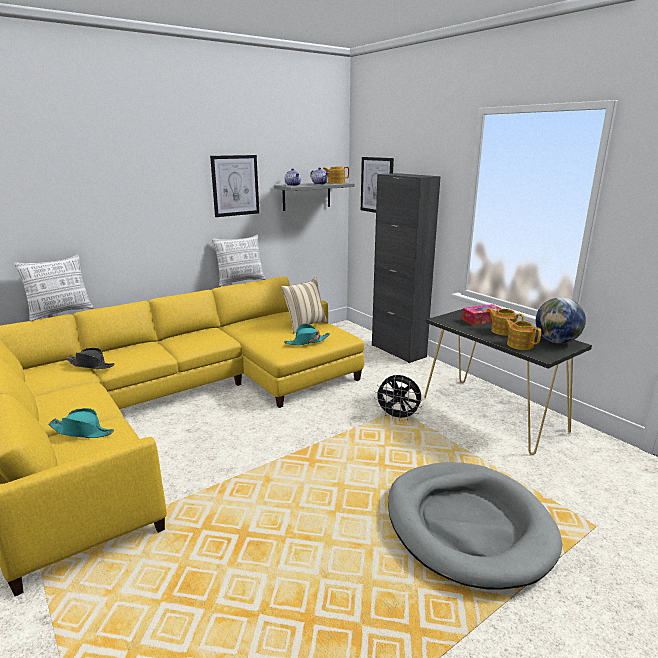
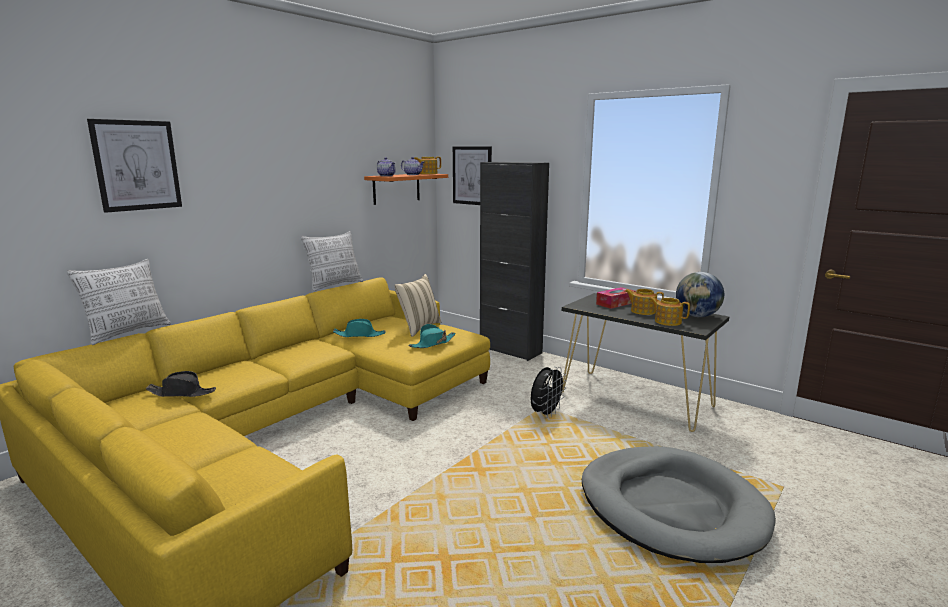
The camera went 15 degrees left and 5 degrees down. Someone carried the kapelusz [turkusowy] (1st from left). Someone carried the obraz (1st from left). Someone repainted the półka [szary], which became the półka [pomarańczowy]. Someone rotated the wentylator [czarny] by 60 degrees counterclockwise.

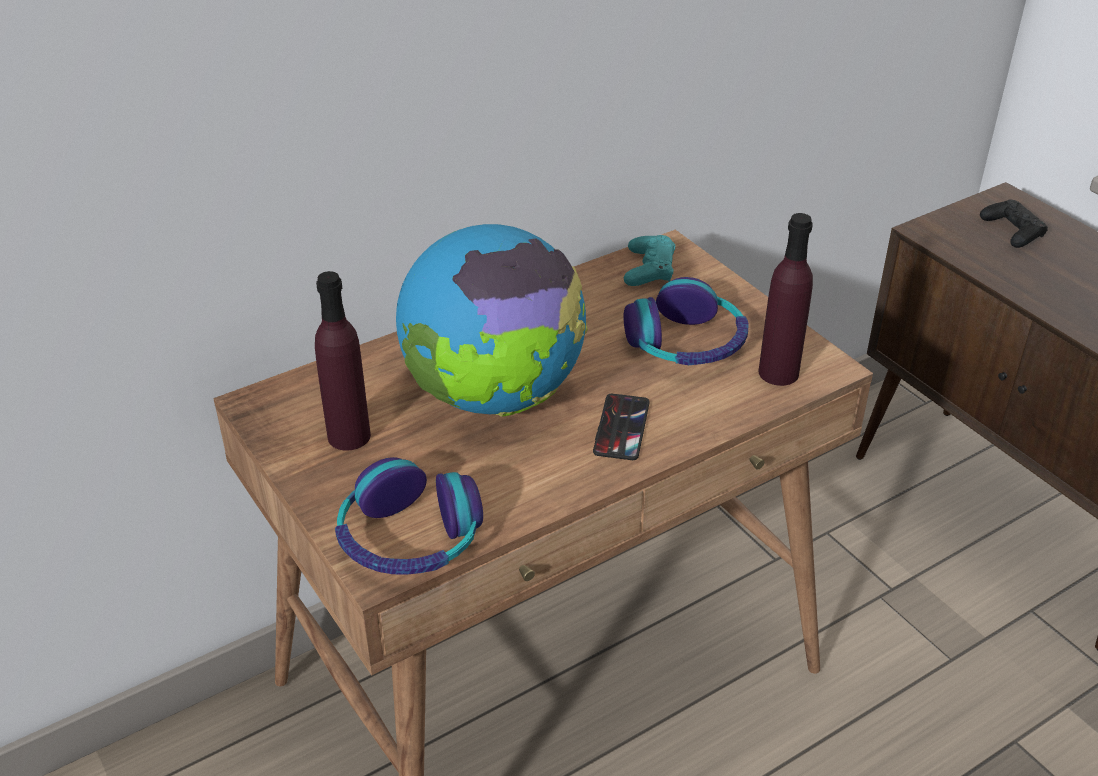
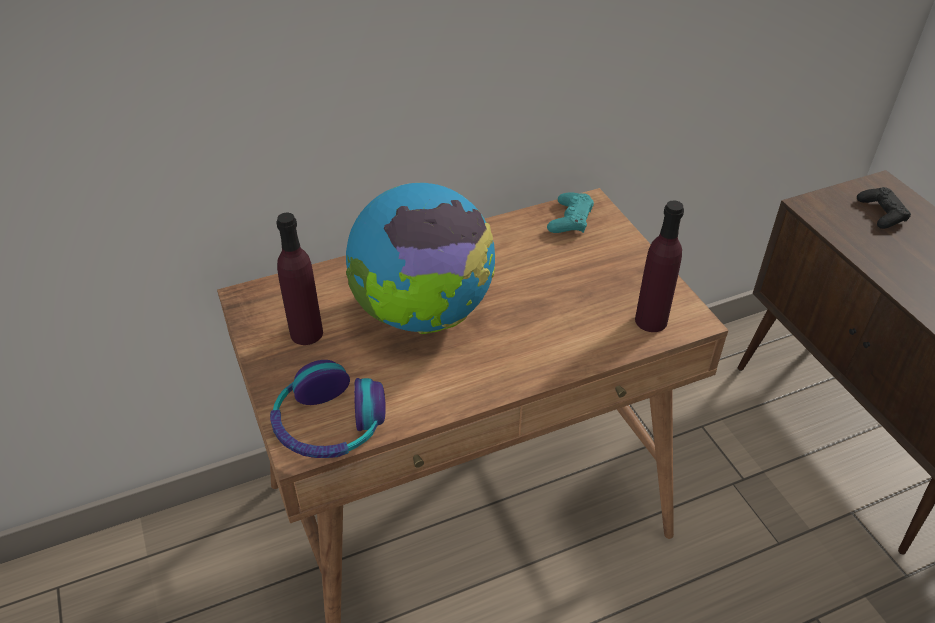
The camera went 10 degrees right and 5 degrees up. Someone took away the telefon. Someone took away the słuchawki (2nd from left).

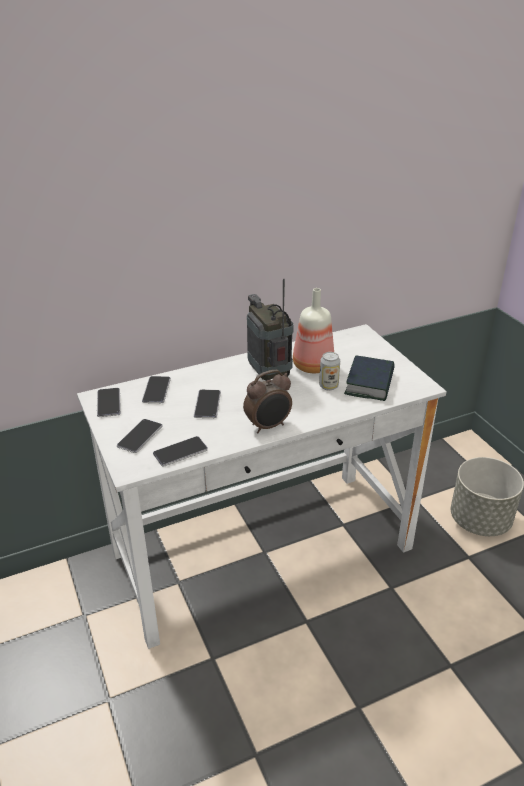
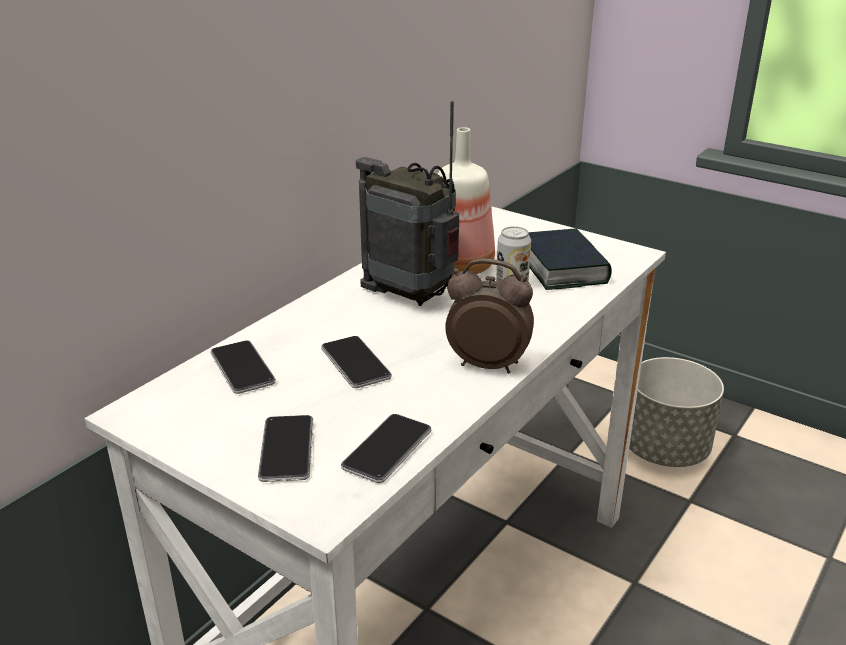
The camera went 30 degrees left and 5 degrees down. Someone took away the telefon (1st from left). Someone rotated the budzik by 105 degrees counterclockwise.

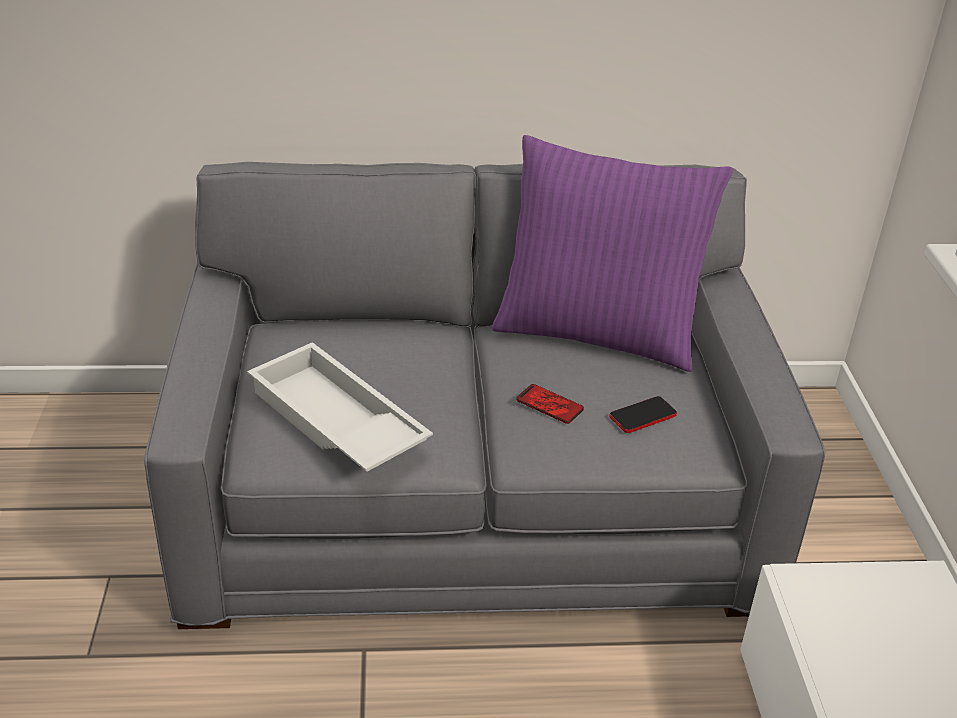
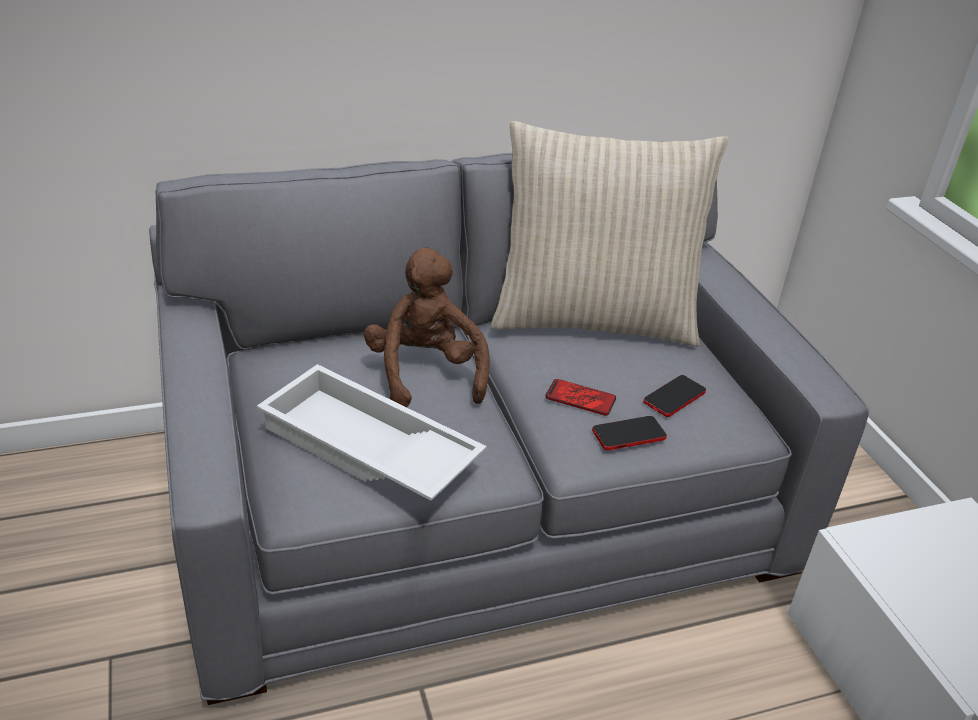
The camera went 15 degrees left and 0 degrees up. Someone repainted the poduszka [fioletowy], which became the poduszka [beżowy]. Someone put down the pluszak [brązowy]. Someone put down the telefon (2nd from left).

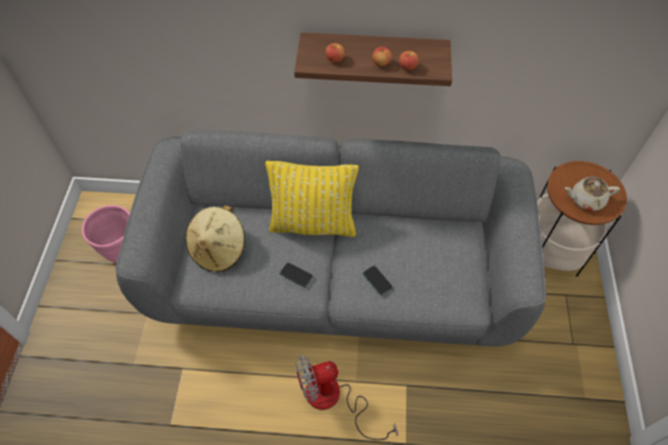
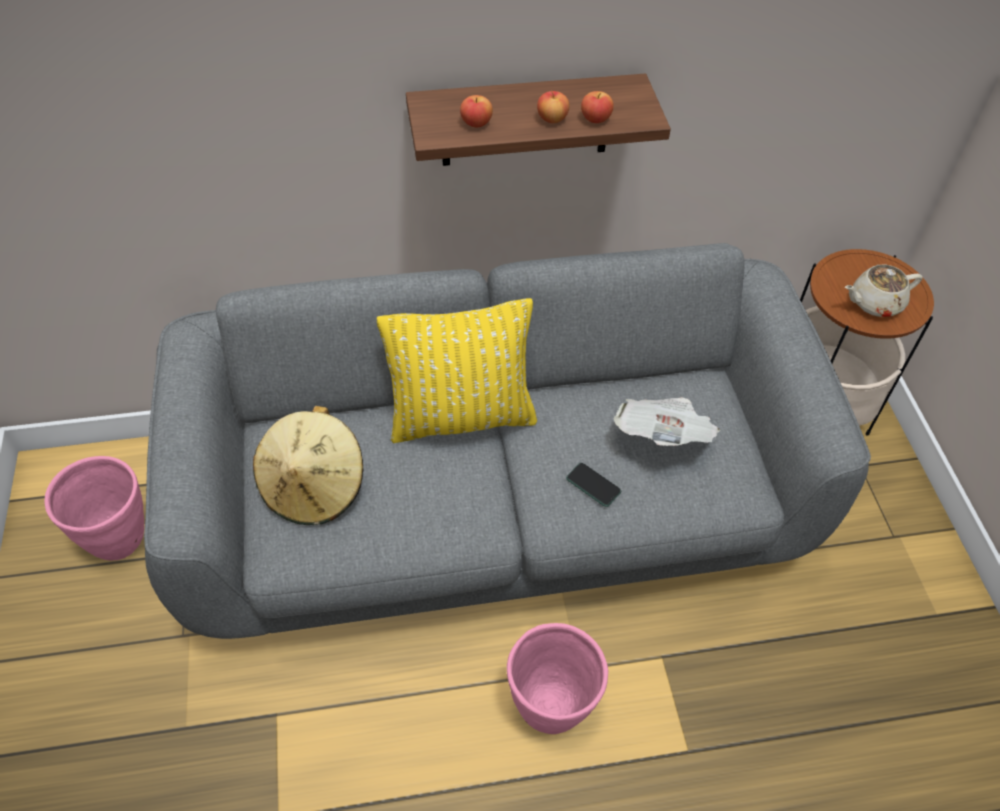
The camera went 15 degrees left and 5 degrees down. Someone took away the telefon (1st from left). Someone swapped the wentylator for the donica [różowy] (2nd from left). Someone put down the gazeta.

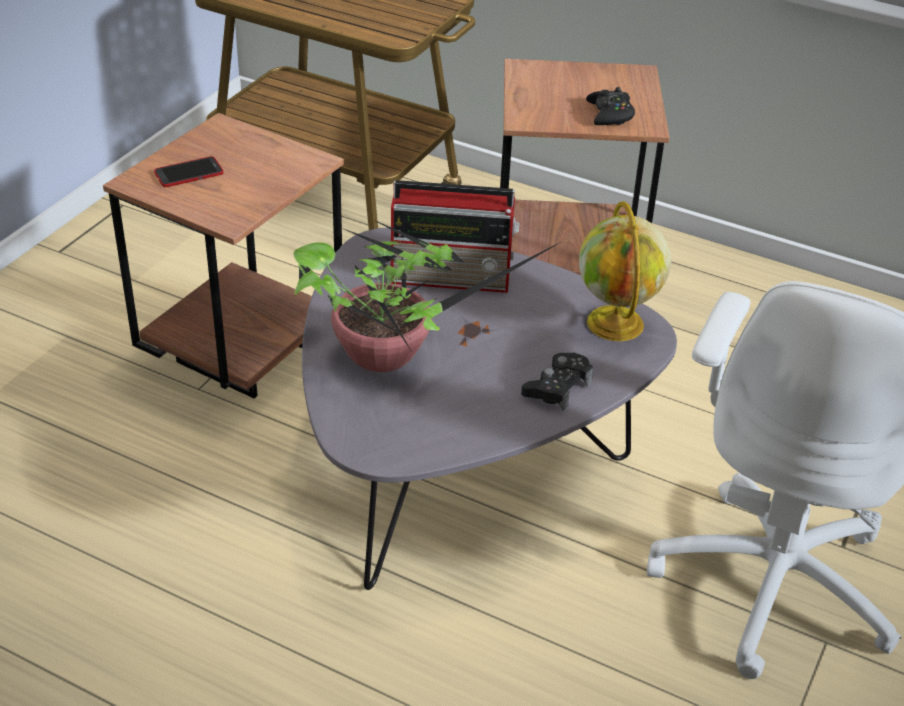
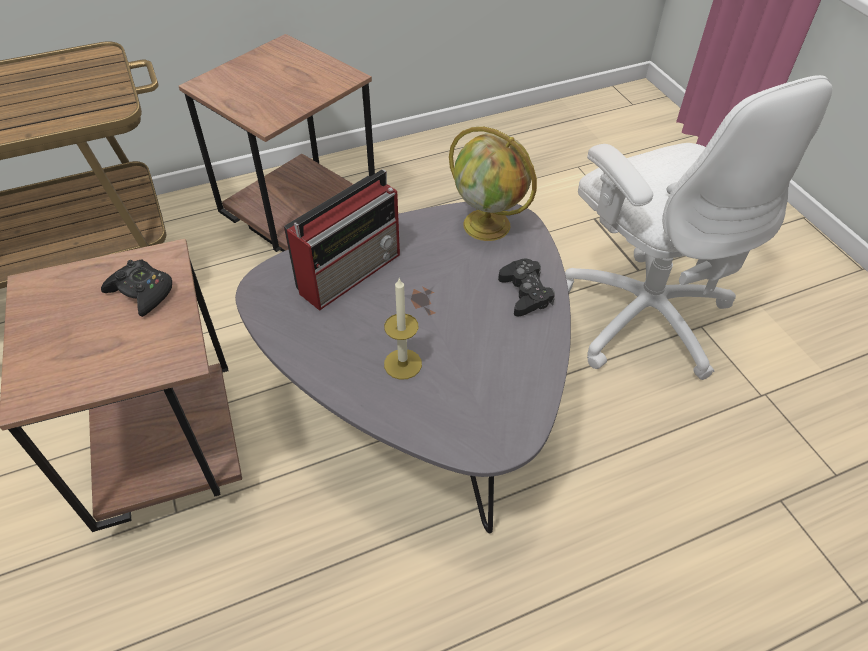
The camera went 50 degrees left and 10 degrees up. Someone took away the telefon. Someone swapped the roślina doniczkowa for the świeca. Someone carried the pad do gier [czarny] (2nd from left in the first image).

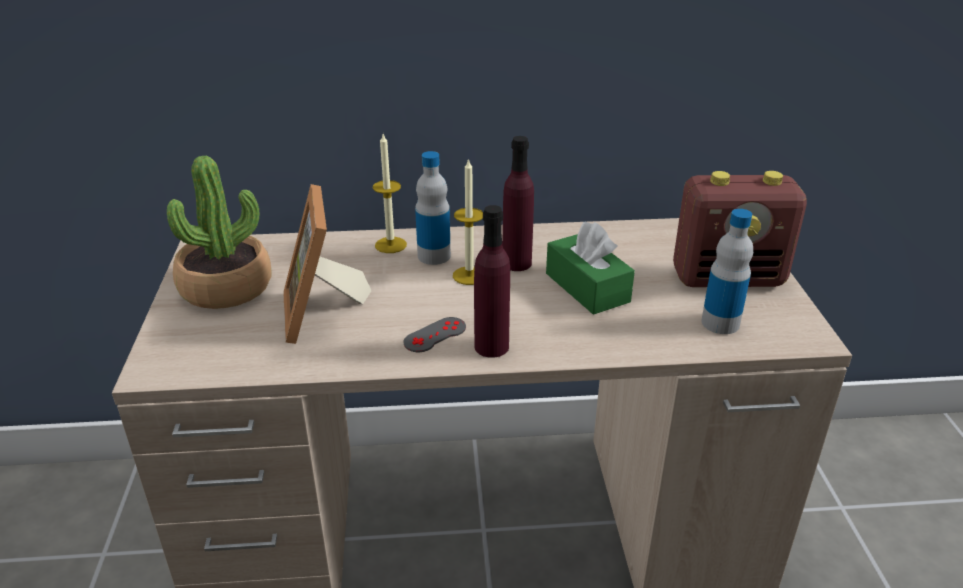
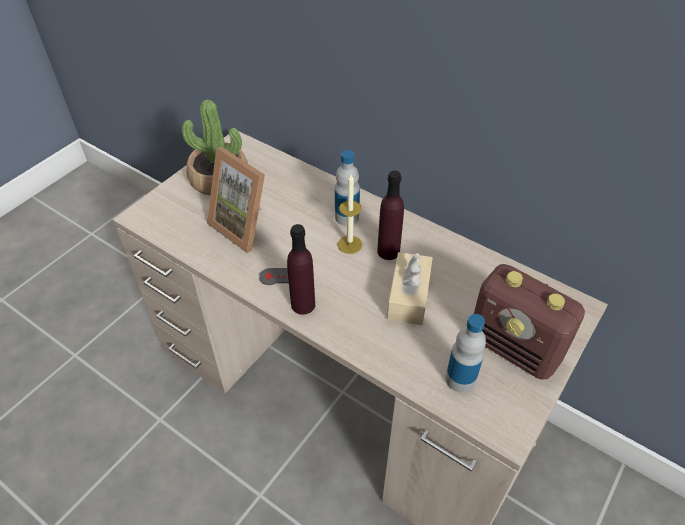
The camera went 40 degrees right and 15 degrees up. Someone rotated the ramka na zdjęcie by 75 degrees counterclockwise. Someone took away the świeca (1st from left). Someone repainted the pudełko chusteczek [zielony], which became the pudełko chusteczek [beżowy].

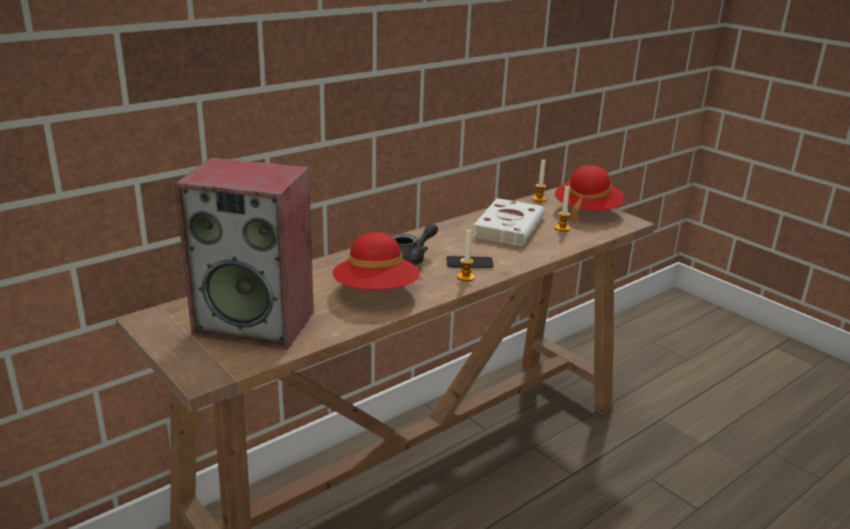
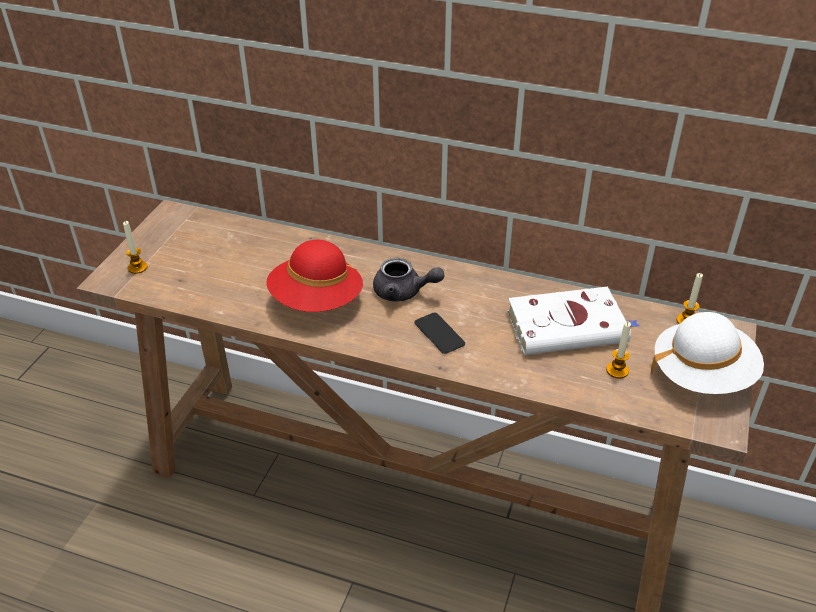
The camera went 60 degrees right and 15 degrees up. Someone took away the głośnik. Someone carried the świeca (1st from left). Someone repainted the kapelusz [czerwony] (2nd from left), which became the kapelusz [biały].

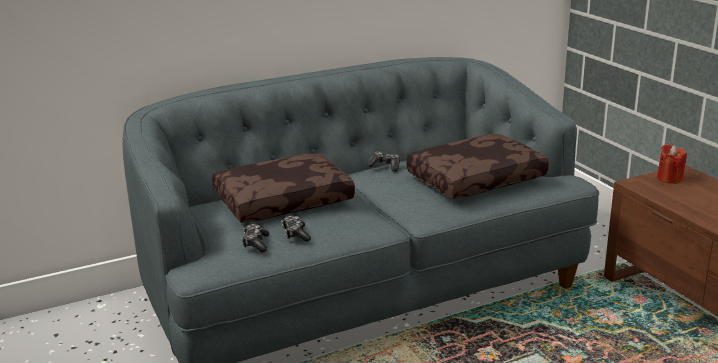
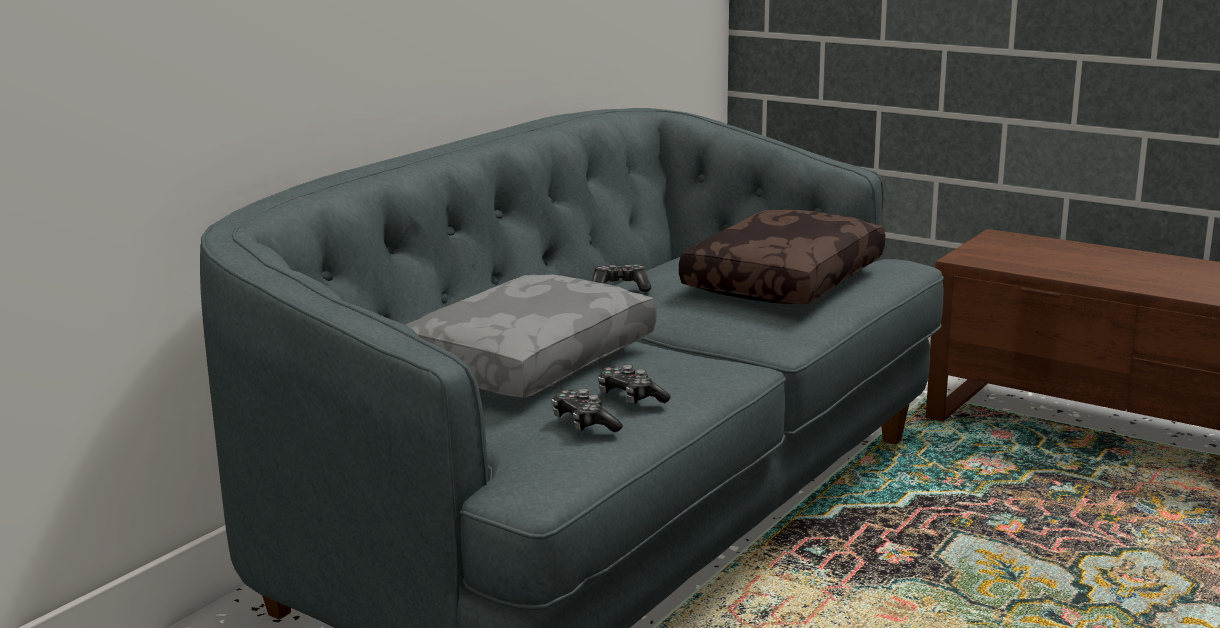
The camera went 30 degrees left and 5 degrees down. Someone repainted the poduszka [brązowy] (1st from left), which became the poduszka [szary]. Someone took away the świeca [czerwony].

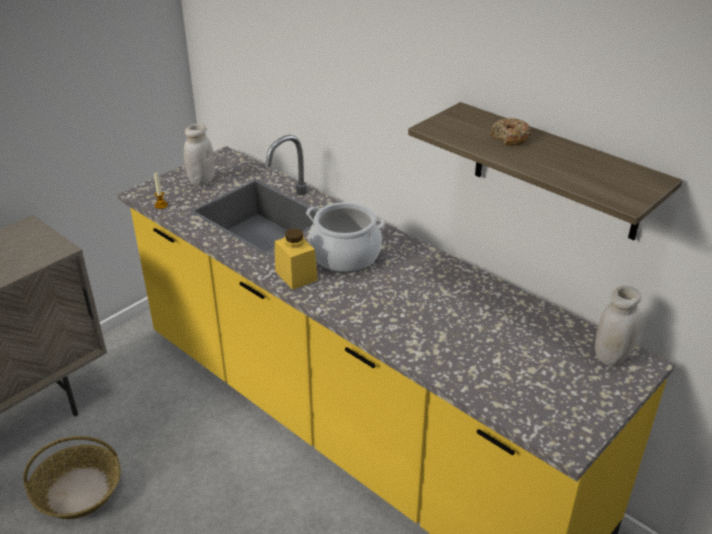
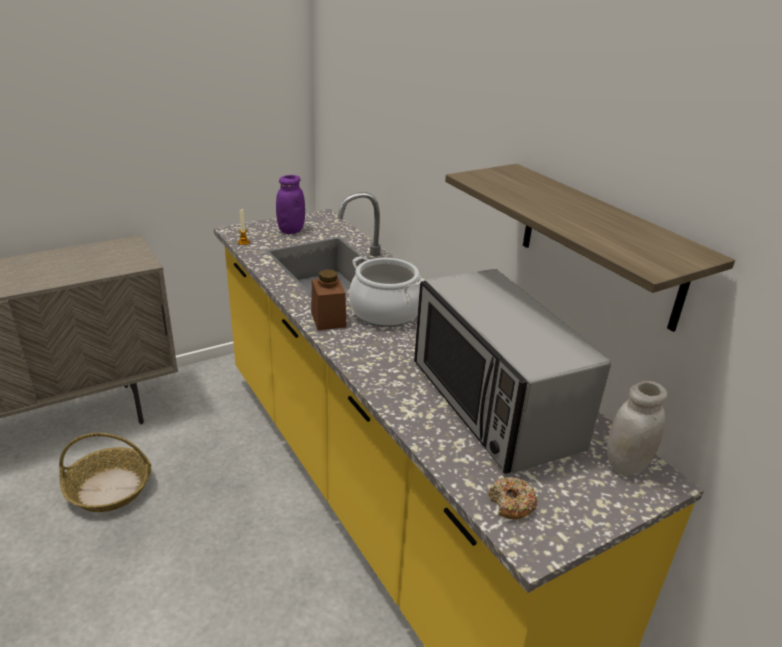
The camera went 15 degrees right and 5 degrees down. Someone repainted the słoik [biały] (1st from left), which became the słoik [fioletowy]. Someone repainted the słoik [żółty], which became the słoik [brązowy]. Someone carried the donut. Someone put down the mikrofalówka.

